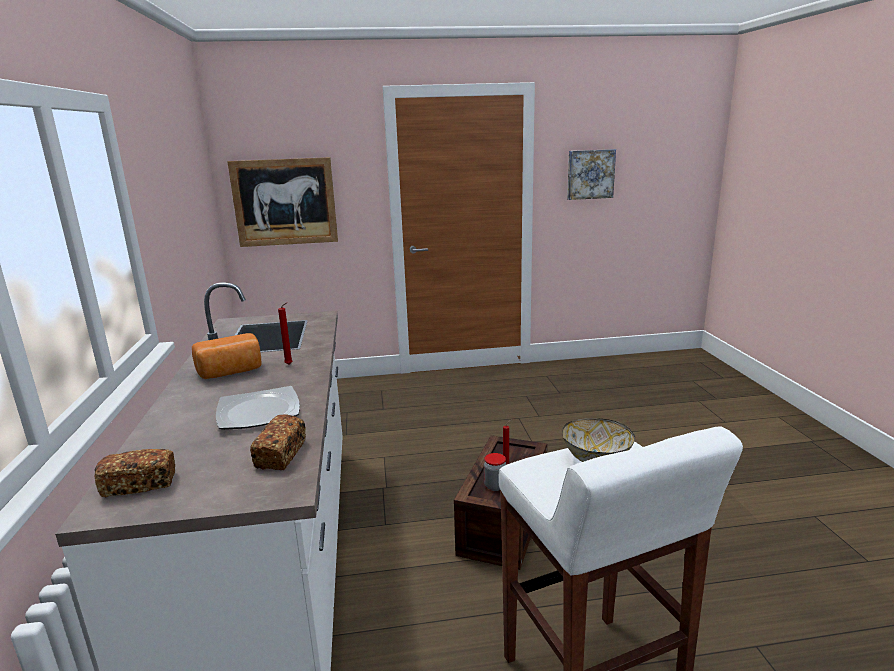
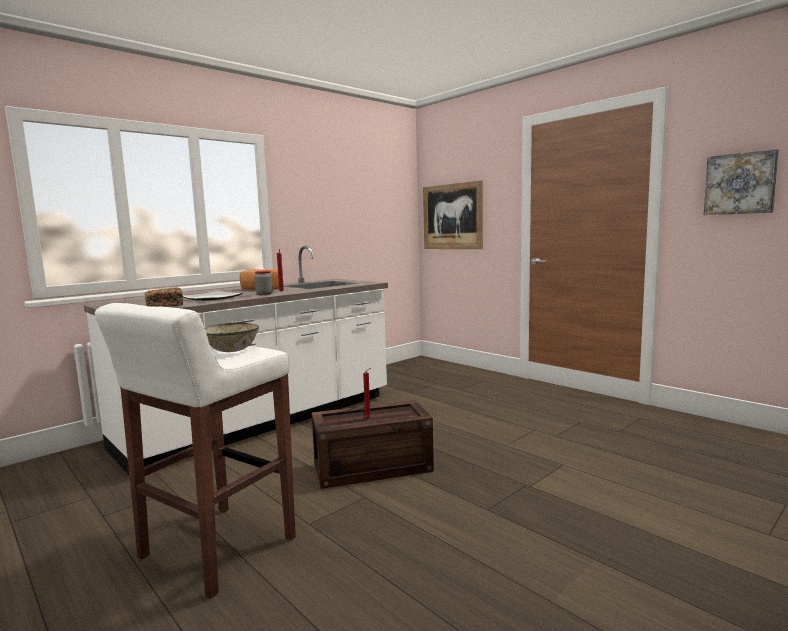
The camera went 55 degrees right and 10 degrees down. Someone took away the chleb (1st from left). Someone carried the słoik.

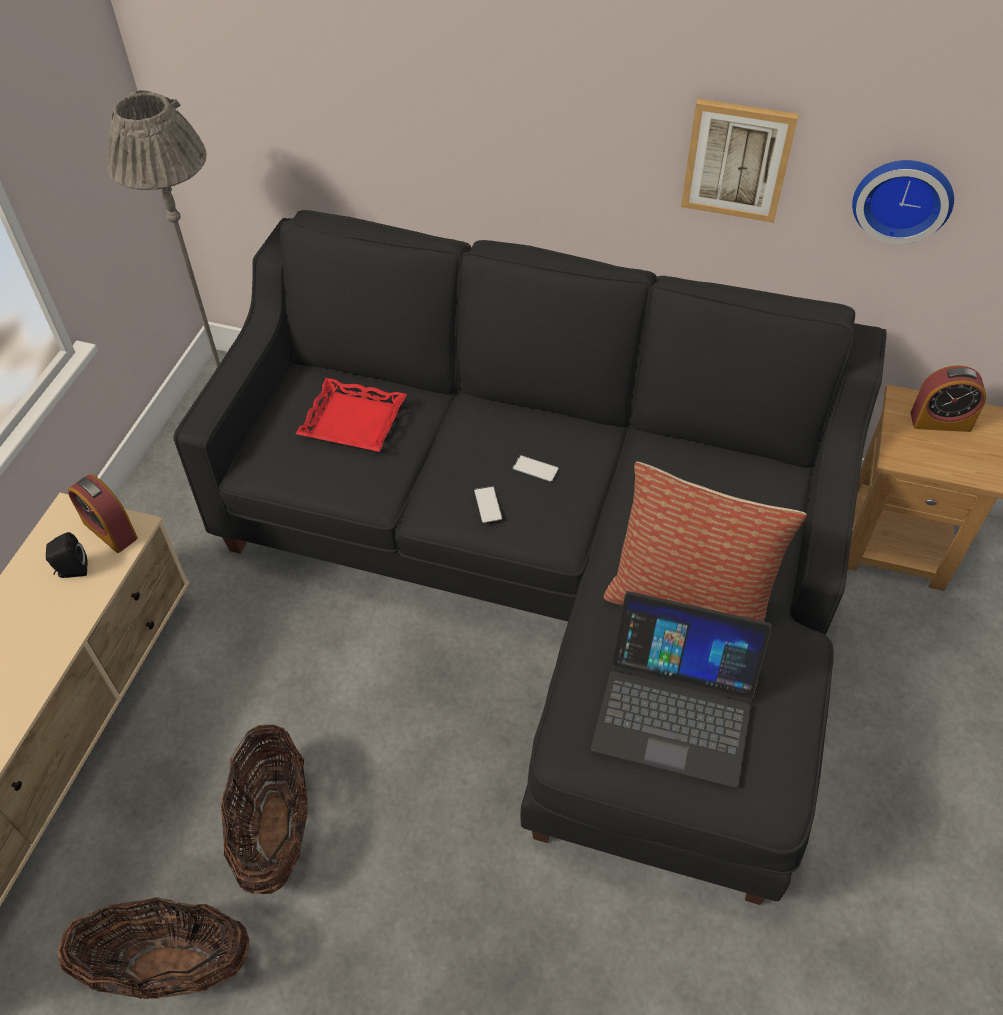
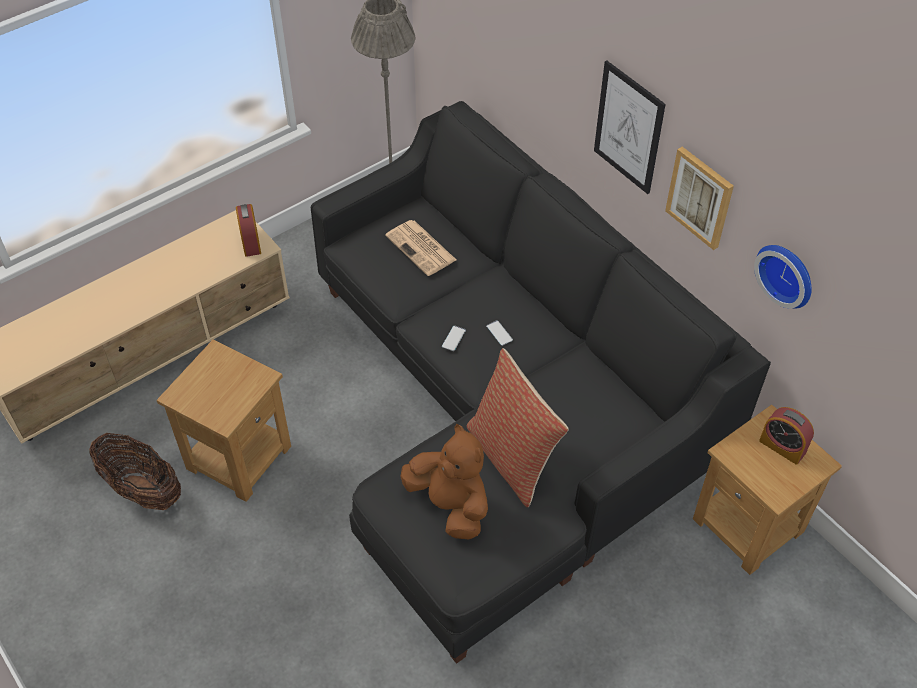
The camera went 35 degrees right and 0 degrees up. Someone took away the głośnik [czarny]. Someone swapped the koszyk (2nd from left) for the stolik [brązowy] (1st from left). Someone swapped the taca [czerwony] for the gazeta. Someone swapped the laptop for the pluszak [brązowy]. Someone put up the obraz (1st from left).

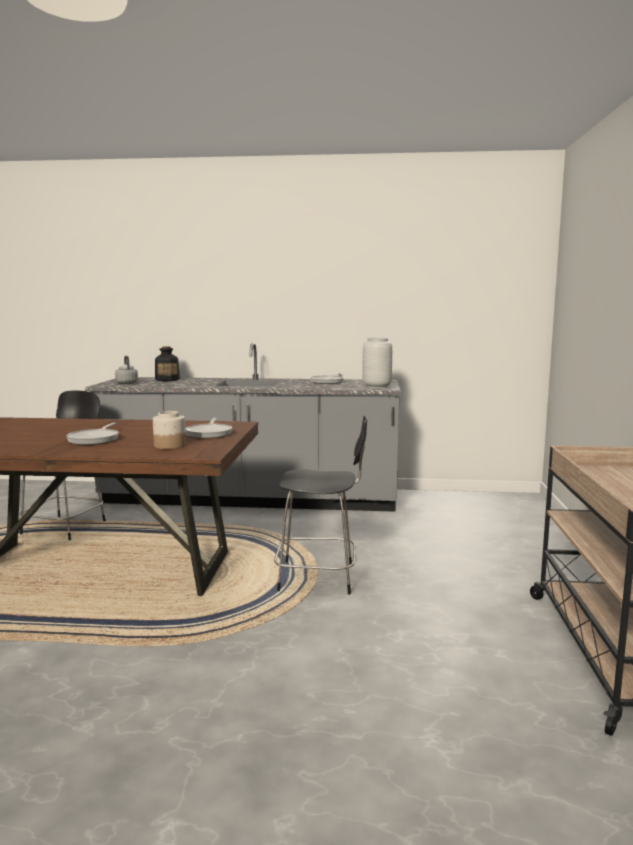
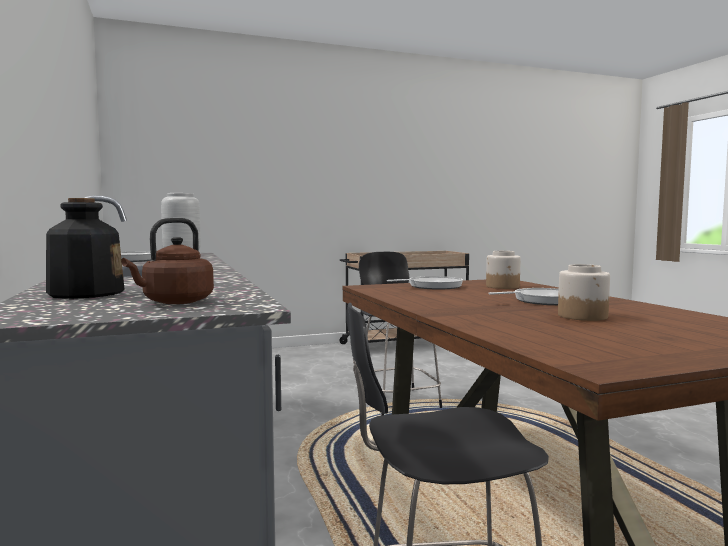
The camera went 115 degrees left and 5 degrees down. Someone repainted the czajnik [szary], which became the czajnik [brązowy]. Someone put down the słoik (2nd from left).

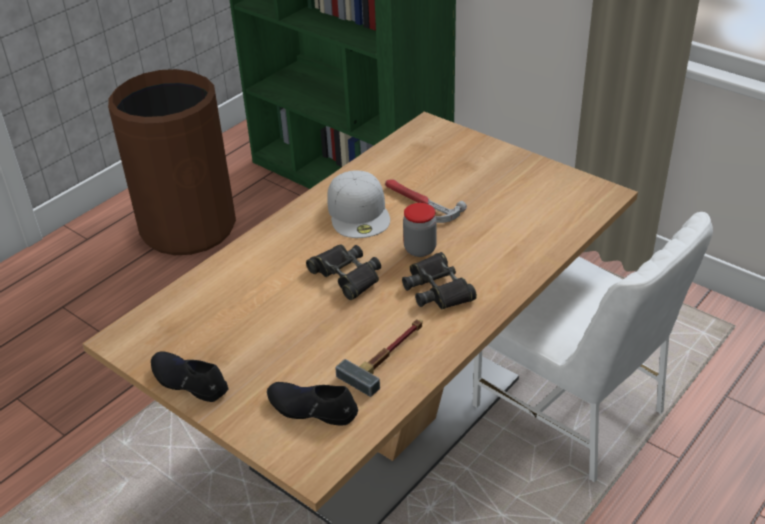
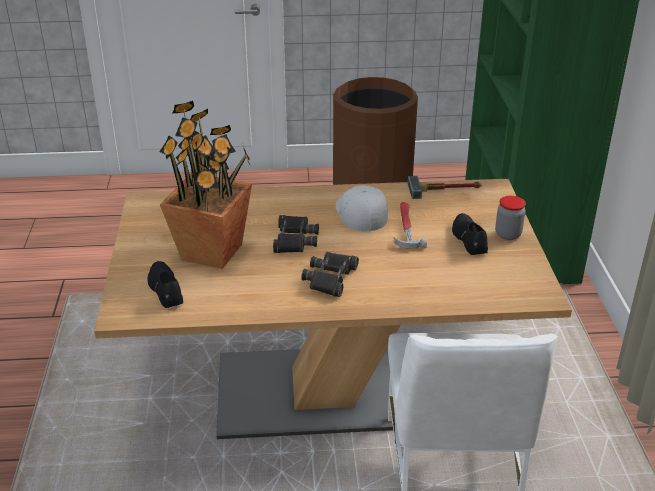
The camera went 45 degrees right and 5 degrees down. Someone carried the but [czarny] (1st from left in the first image). Someone rotated the czapka z daszkiem [biały] by 135 degrees clockwise. Someone carried the młotek (1st from left in the first image). Someone carried the słoik. Someone put down the roślina doniczkowa.

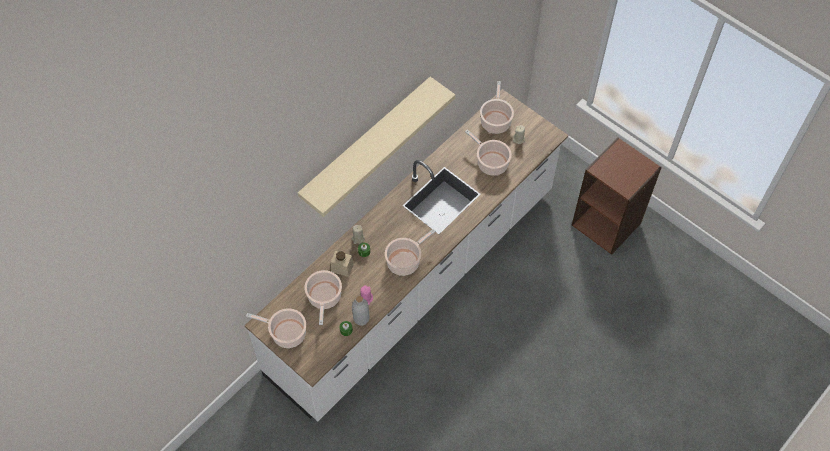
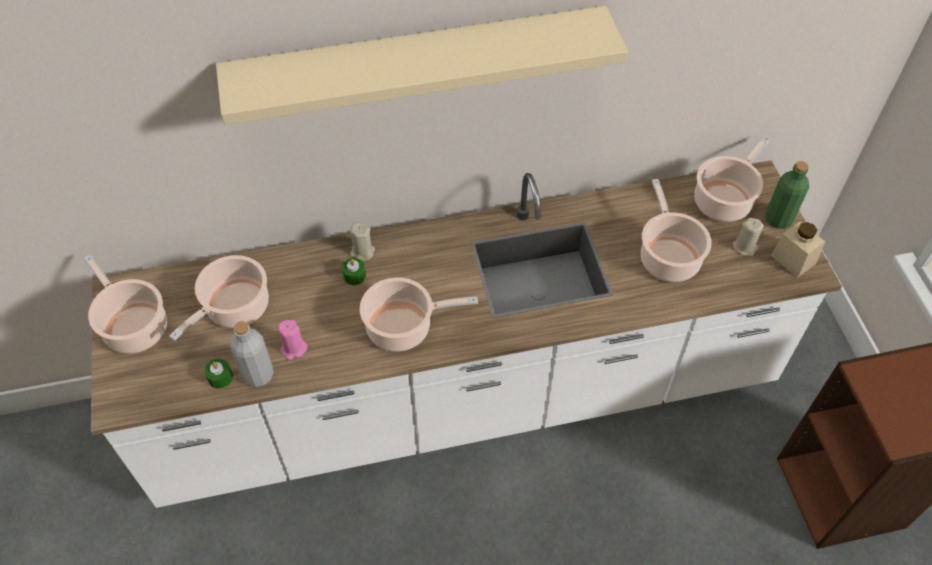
The camera went 35 degrees right and 5 degrees down. Someone carried the słoik [beżowy]. Someone put down the butelka [zielony].

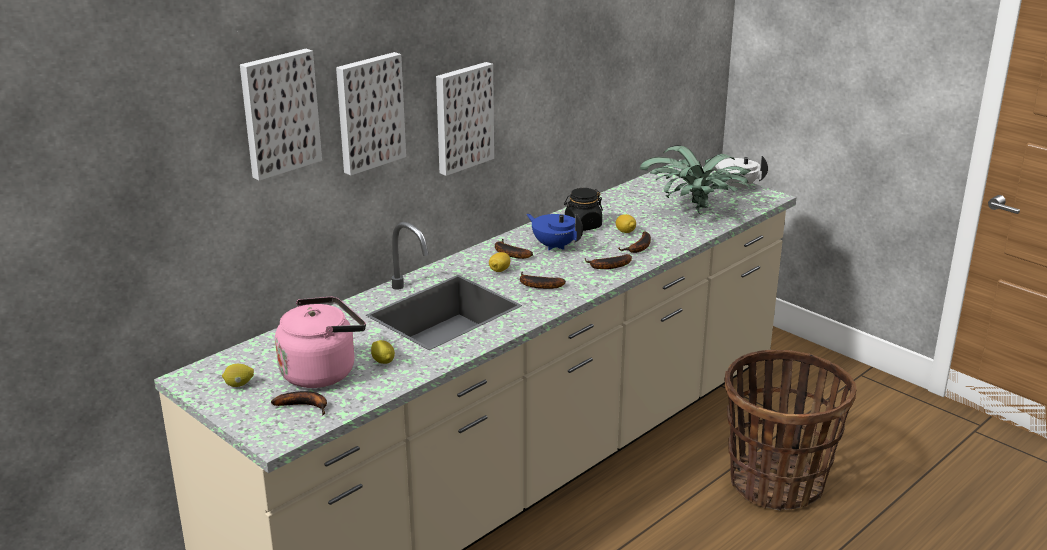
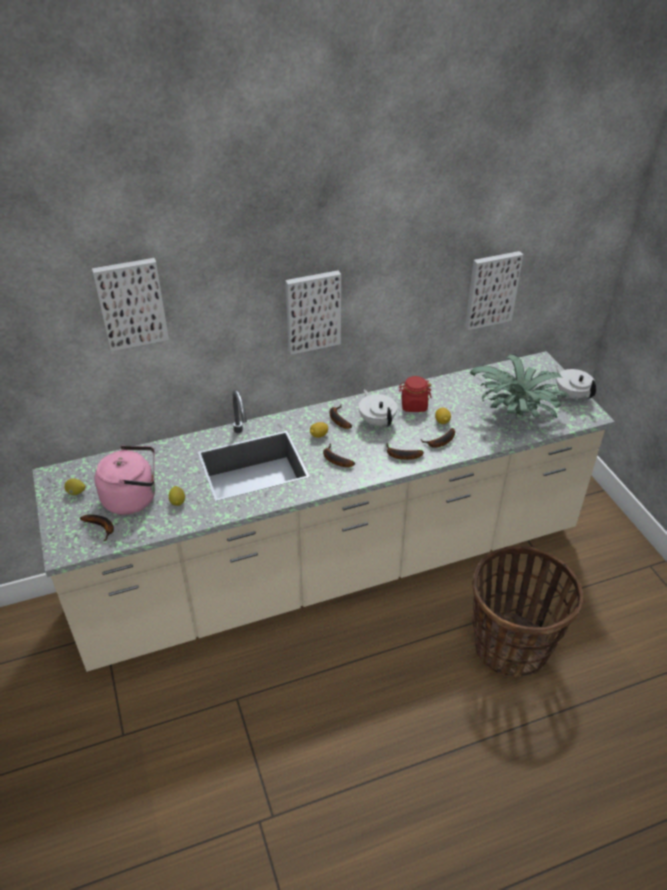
The camera went 25 degrees right and 15 degrees up. Someone carried the obraz (2nd from left in the first image). Someone repainted the imbryk [niebieski], which became the imbryk [biały] (1st from left). Someone repainted the słoik [czarny], which became the słoik [czerwony].

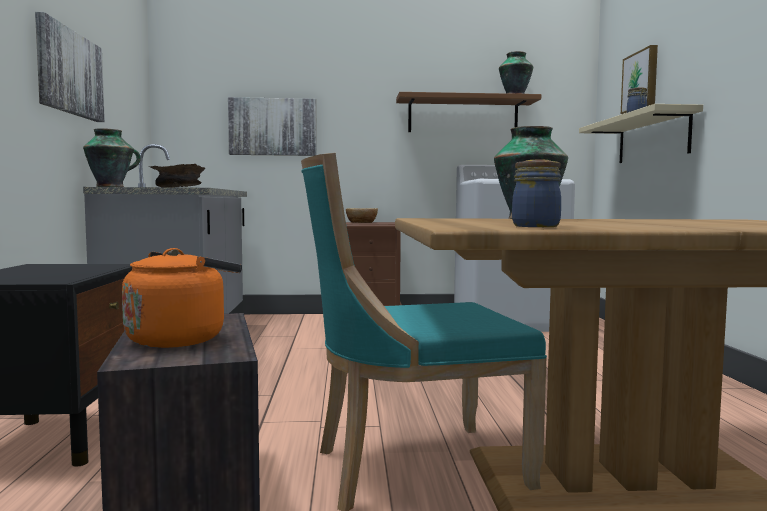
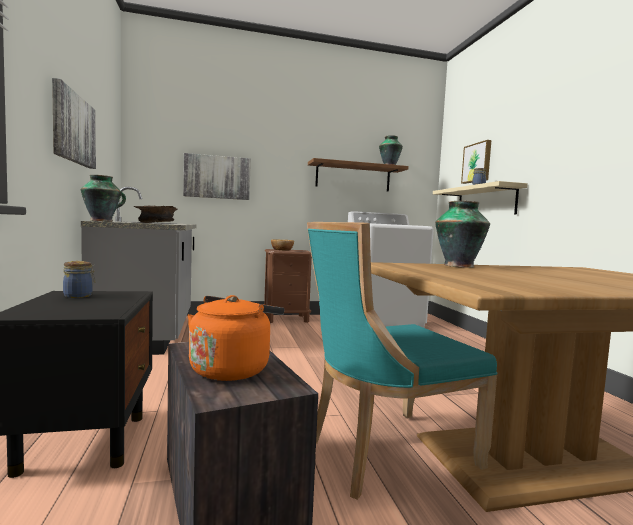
The camera went 10 degrees left and 0 degrees up. Someone carried the słoik (1st from left).

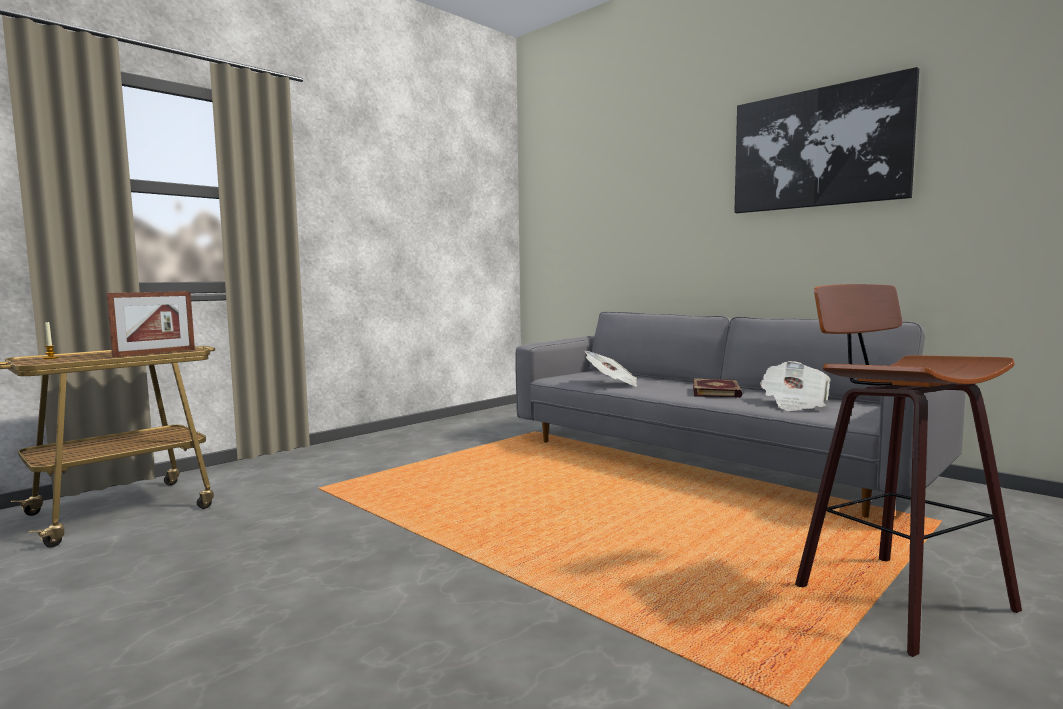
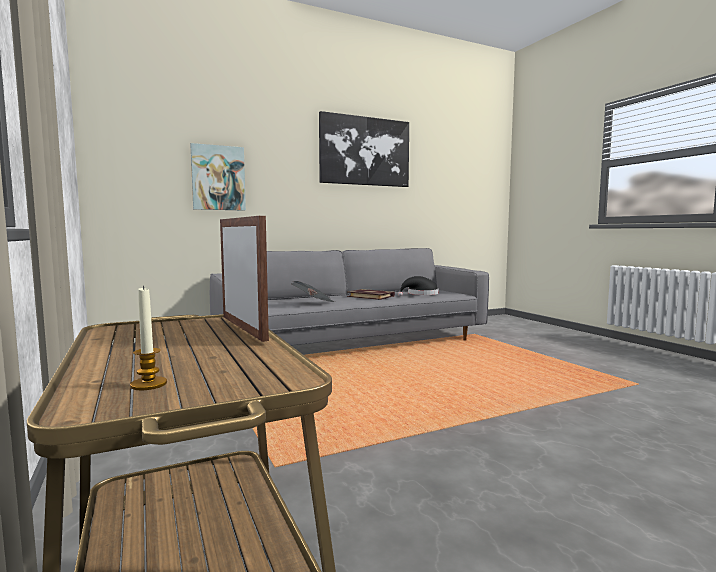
The camera went 70 degrees left and 0 degrees up. Someone swapped the gazeta (2nd from left) for the kapelusz [czarny]. Someone took away the stołek. Someone put up the obraz (1st from left).

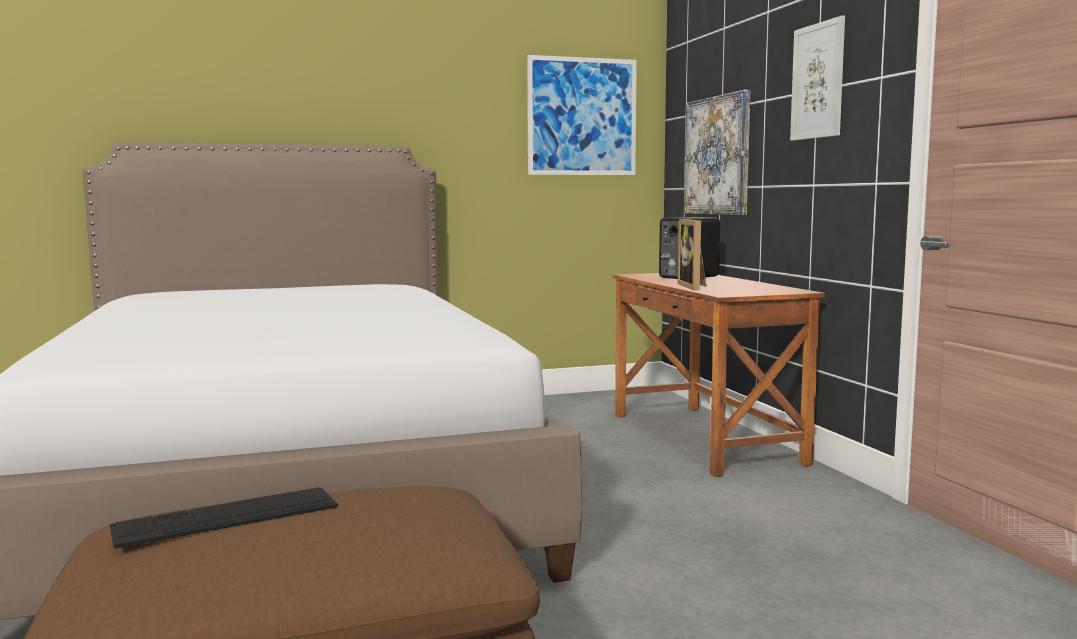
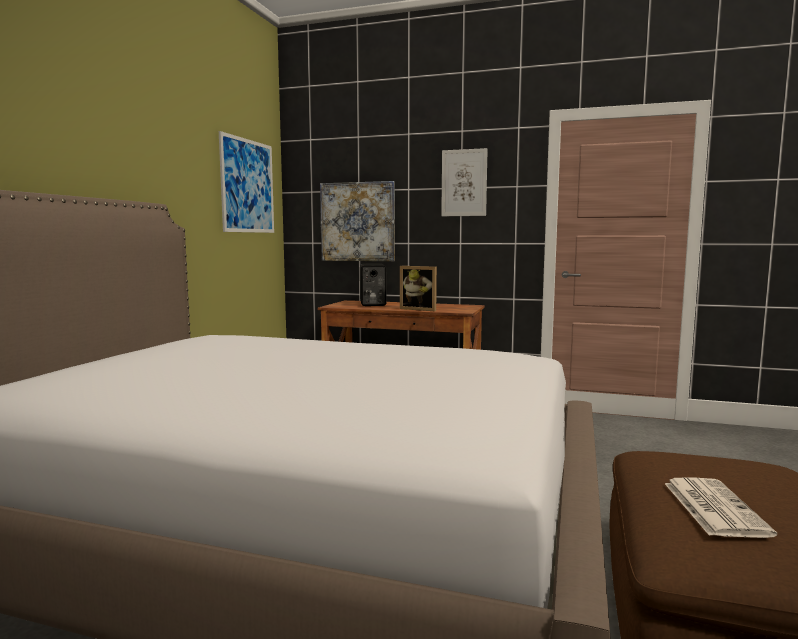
The camera went 55 degrees left and 0 degrees up. Someone swapped the klawiatura for the gazeta.

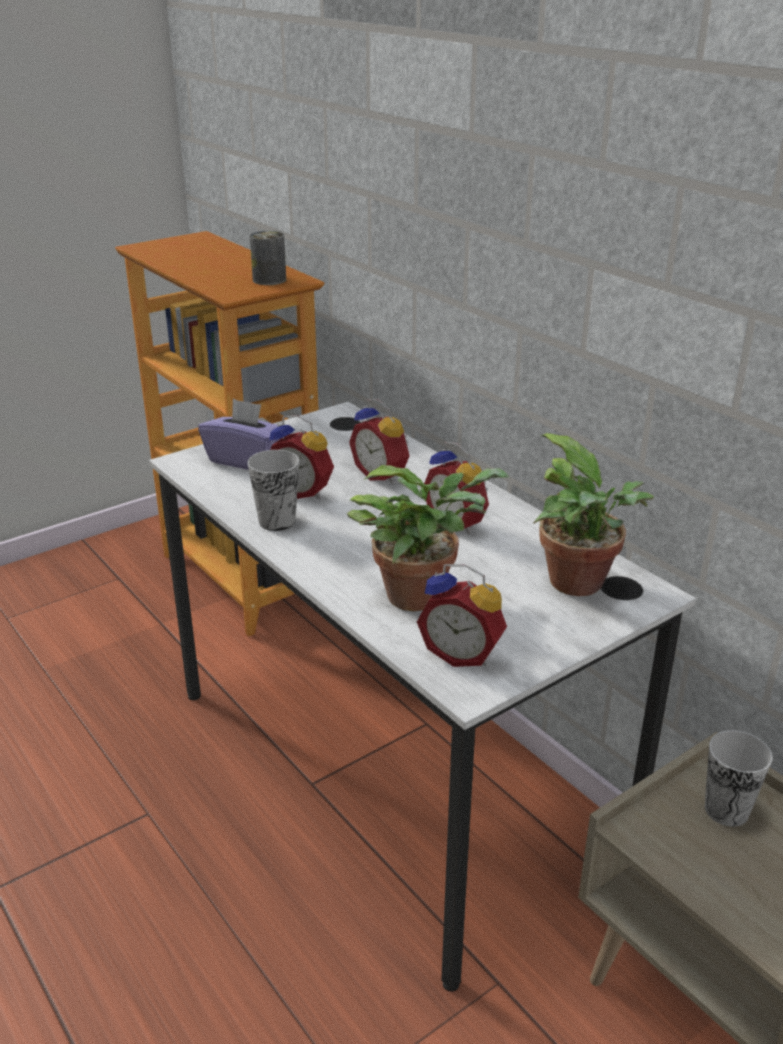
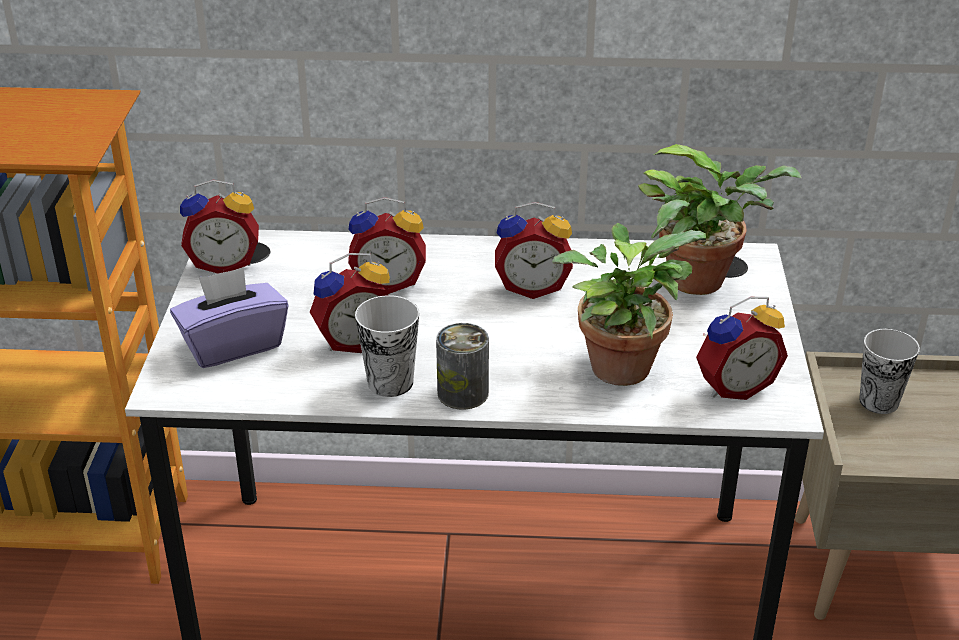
The camera went 50 degrees left and 5 degrees up. Someone carried the puszka. Someone put down the budzik (1st from left).

